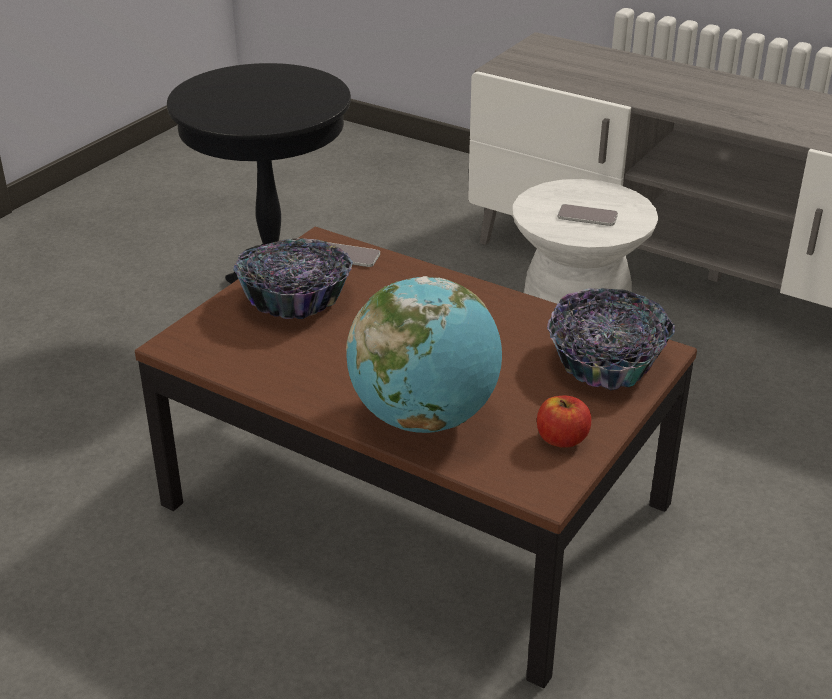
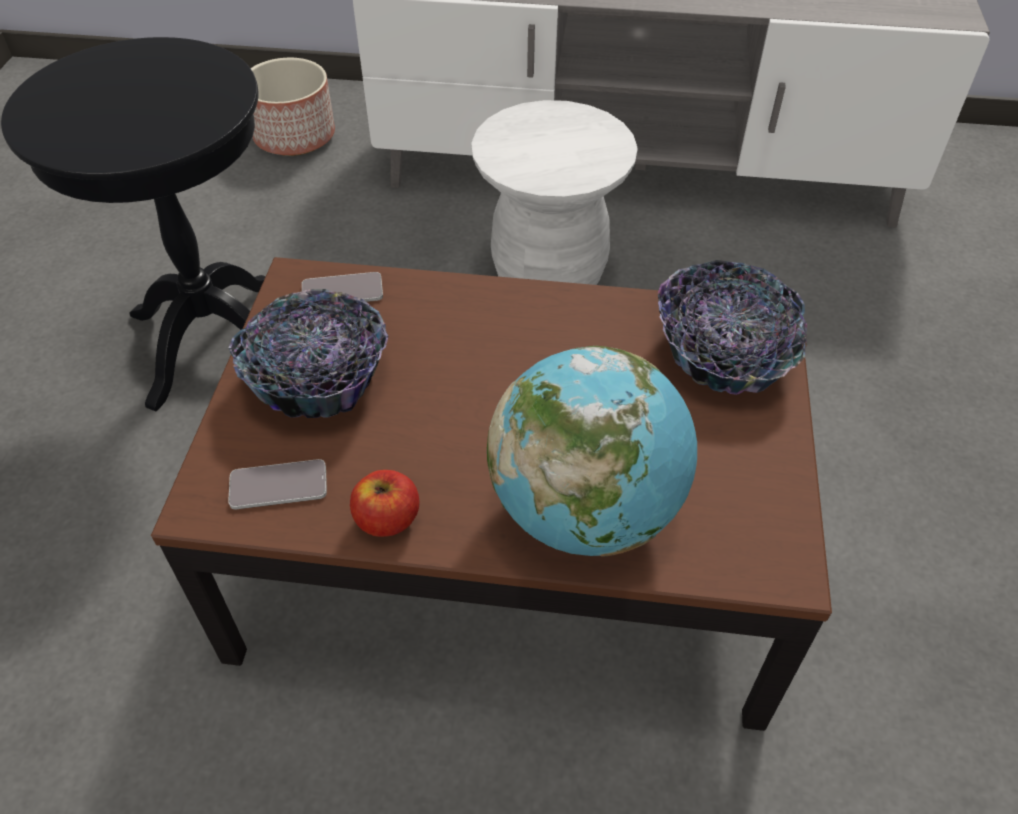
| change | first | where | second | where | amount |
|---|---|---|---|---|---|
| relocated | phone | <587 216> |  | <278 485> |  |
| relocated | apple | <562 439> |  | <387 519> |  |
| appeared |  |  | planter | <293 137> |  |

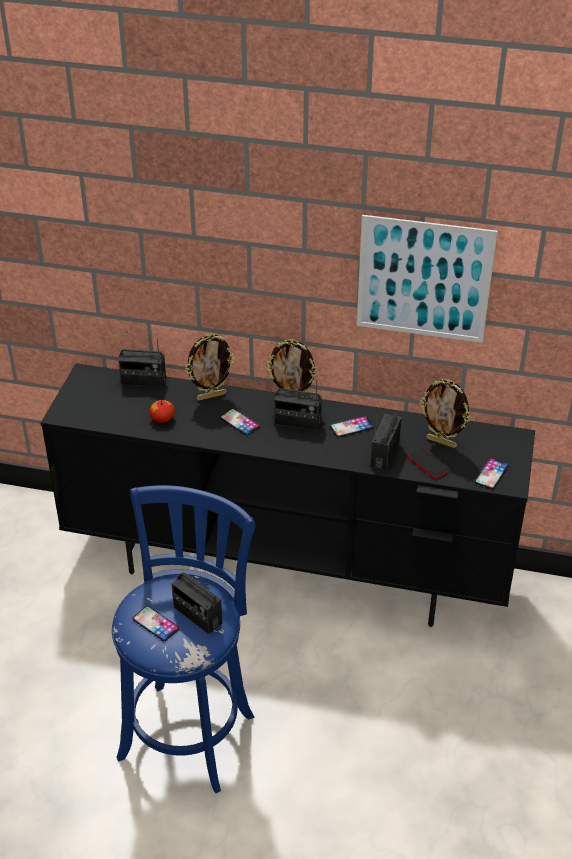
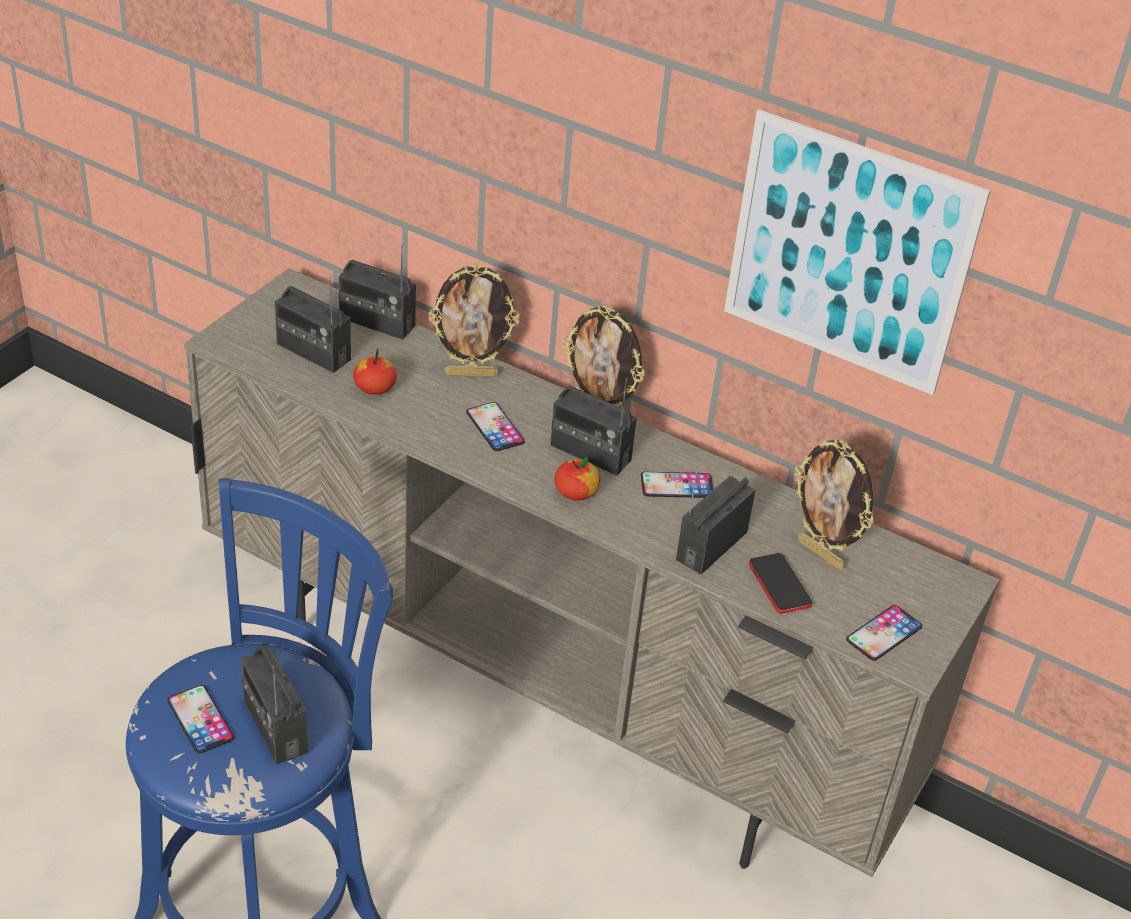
| change | first | where | second | where | amount |
|---|---|---|---|---|---|
| colour | tv stand in black | <289 570> | tv stand in beige | <549 700> |  |
| appeared |  |  | radio | <313 352> |  |
| appeared |  |  | apple | <576 492> |  |

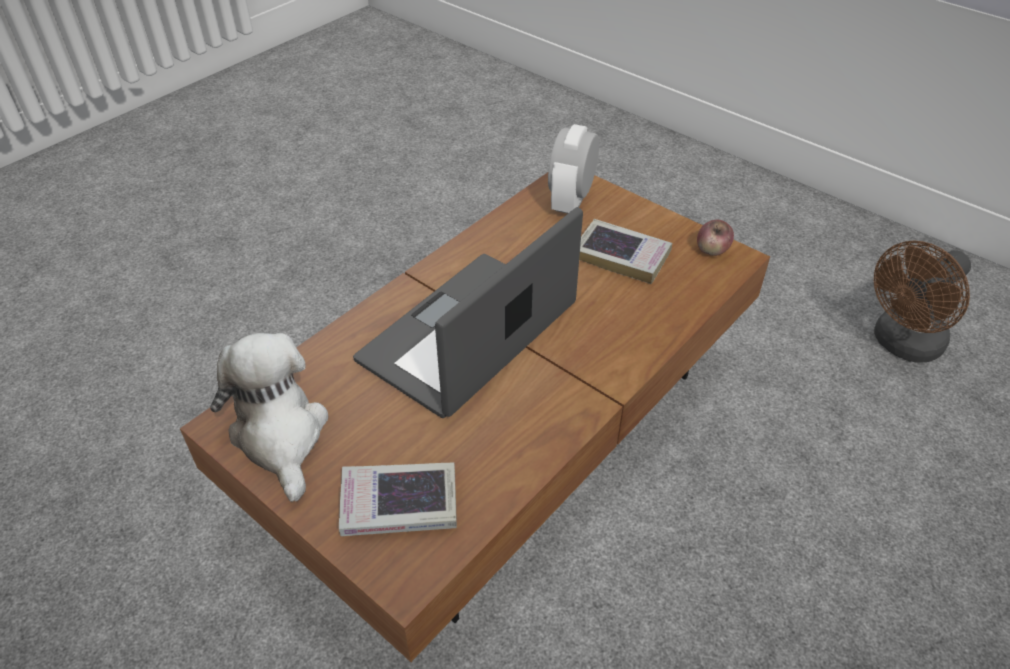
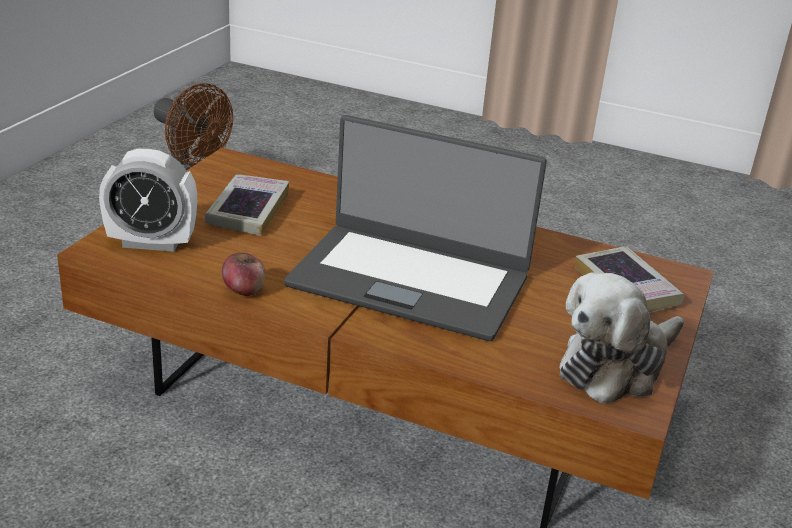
| change | first | where | second | where | amount |
|---|---|---|---|---|---|
| relocated | apple | <712 250> |  | <244 290> |  |

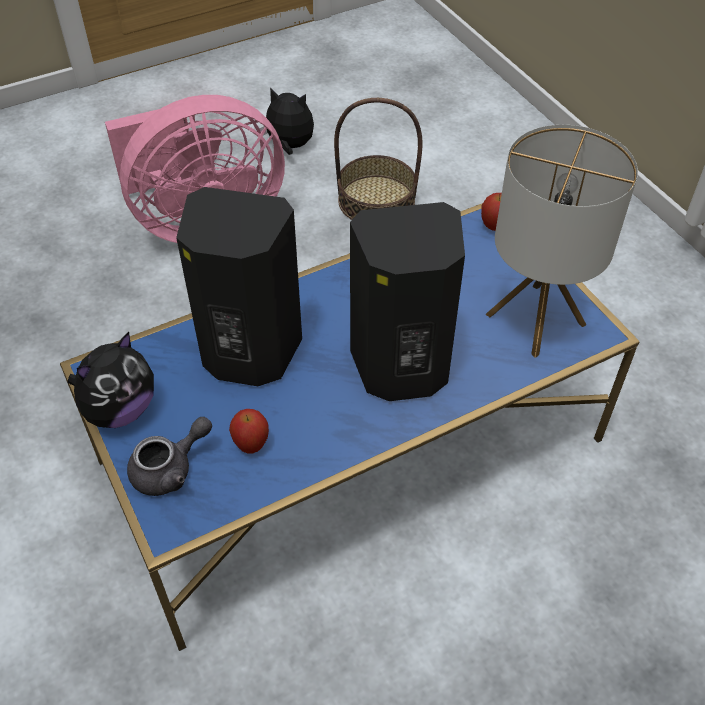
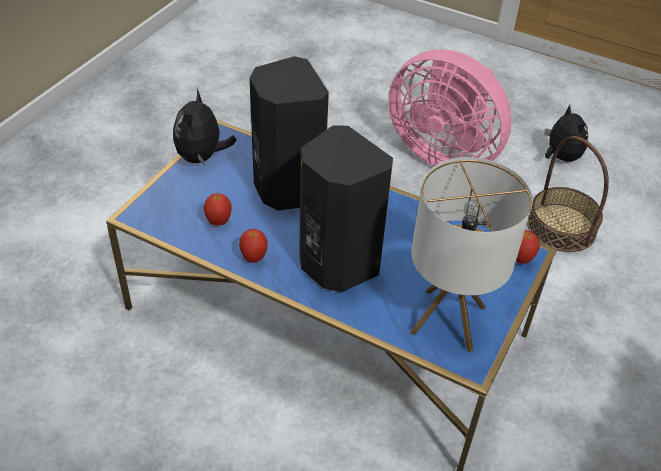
| change | first | where | second | where | amount |
|---|---|---|---|---|---|
| spun | plush toy | <120 410> |  | <202 157> | 90 degrees clockwise |
| missing | teapot in grey | <170 469> |  |  |  |
| appeared |  |  | apple | <254 258> |  |

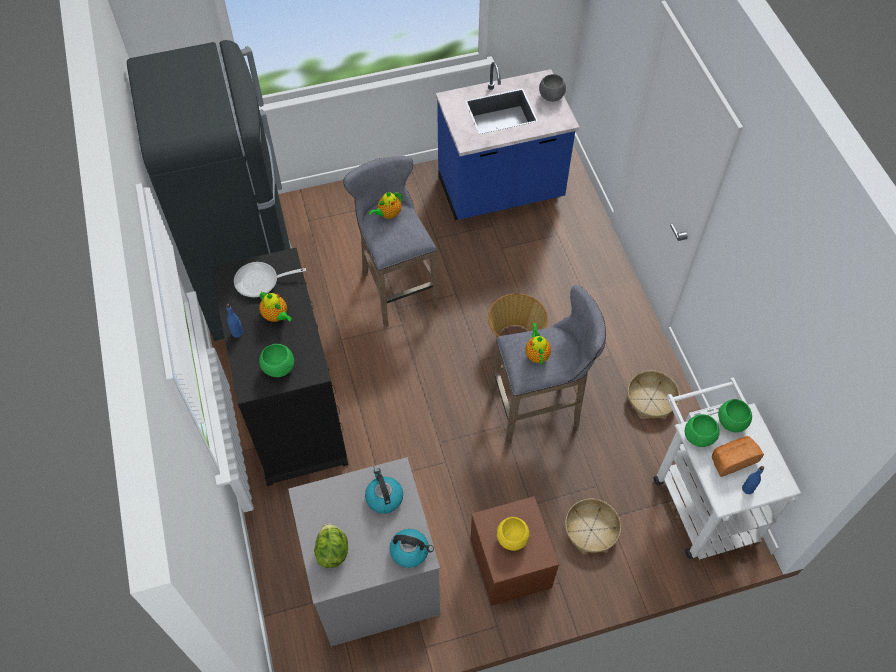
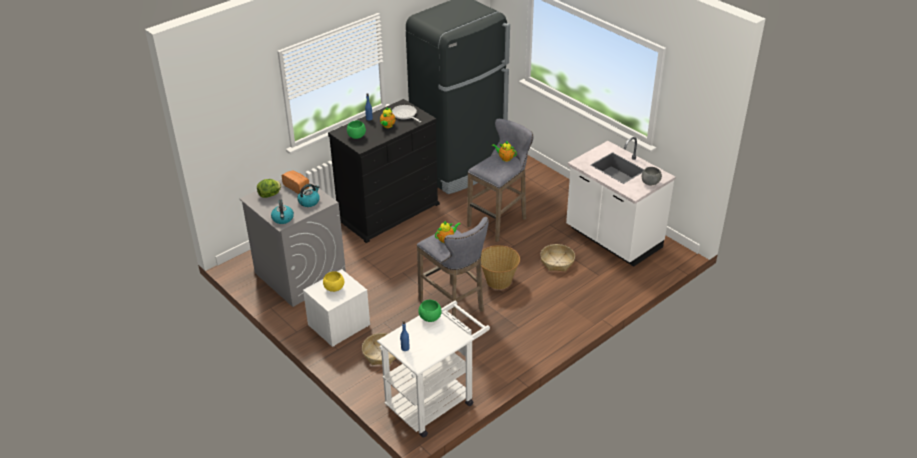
| change | first | where | second | where | amount |
|---|---|---|---|---|---|
| colour | counter in blue | <501 191> | counter in white | <612 239> |  |
| relocated | basket | <651 399> |  | <557 262> |  |
| missing | bowl in green | <731 422> |  |  |  |
| relocated | bread | <732 460> |  | <297 187> |  |
| colour | nightstand in brown | <510 564> | nightstand in white | <339 325> |  |

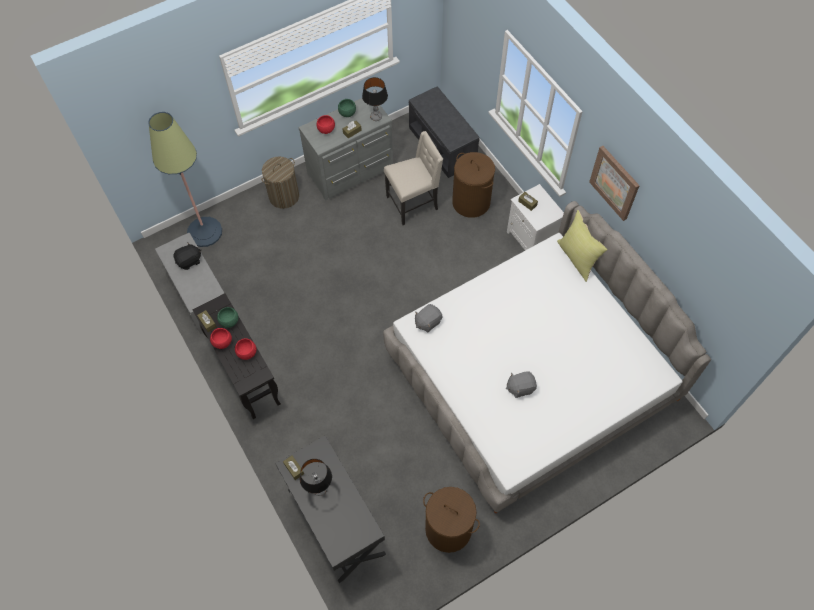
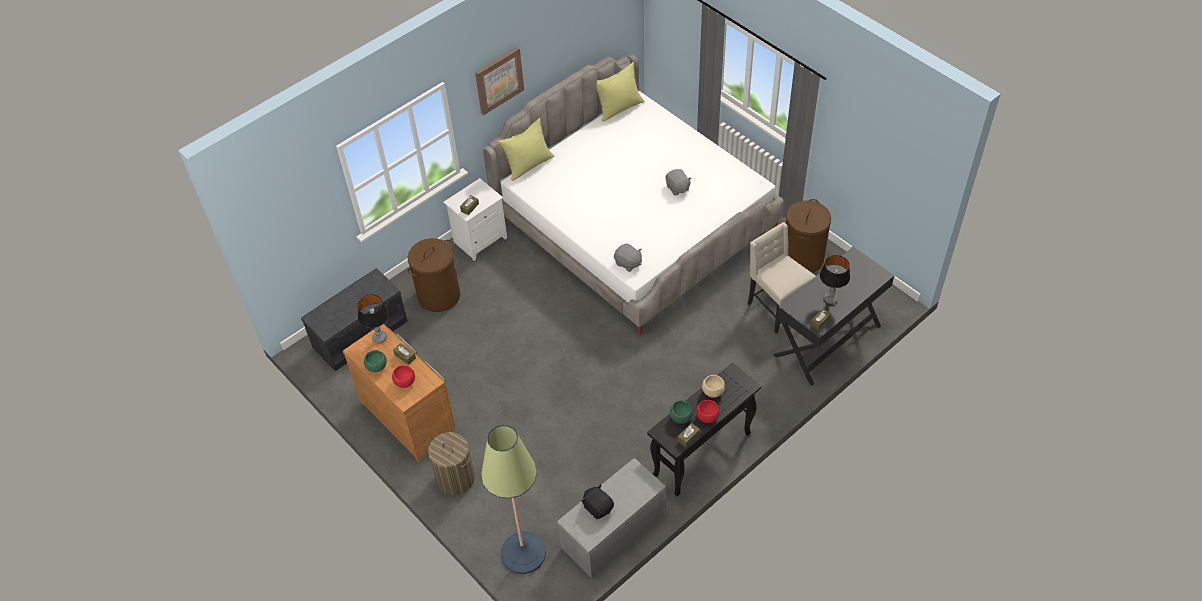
| change | first | where | second | where | amount |
|---|---|---|---|---|---|
| colour | dresser in grey | <352 172> | dresser in brown | <409 415> |  |
| relocated | chair in beige | <413 203> |  | <776 308> |  |
| colour | bowl in red | <247 353> | bowl in beige | <713 392> |  |
| appeared |  |  | pillow in yellow | <619 108> |  |

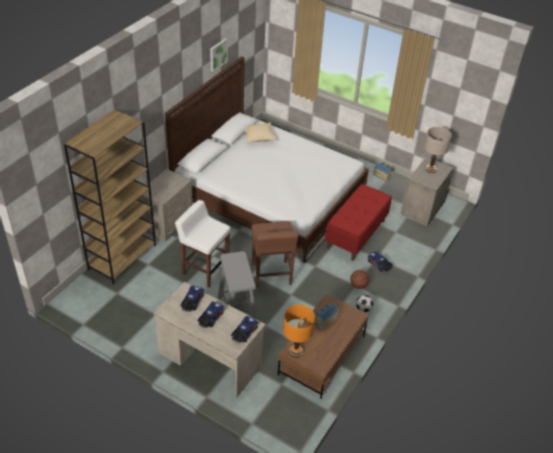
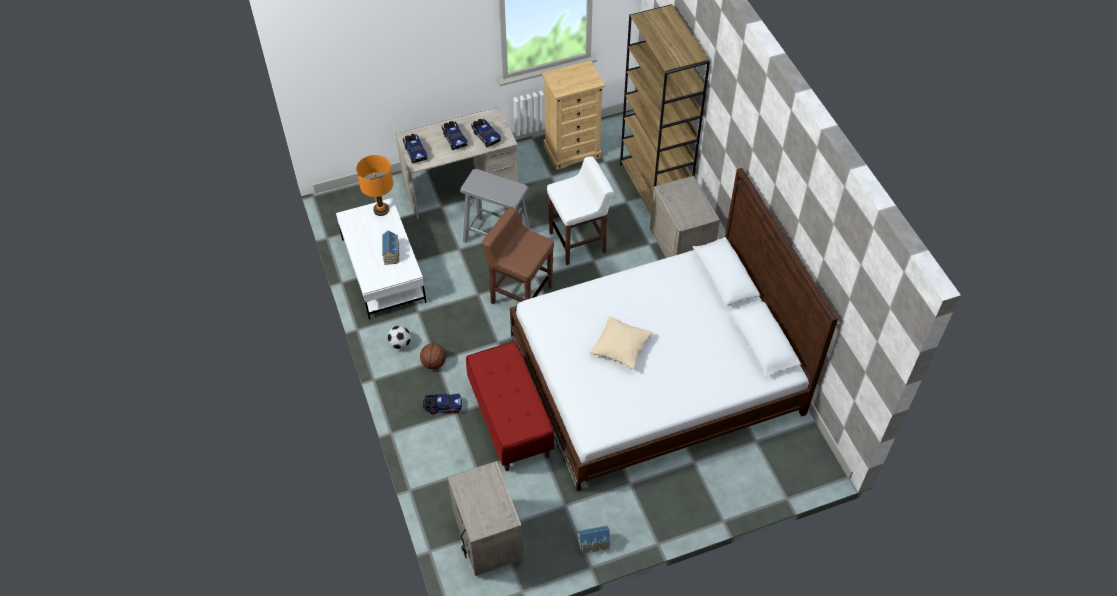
| change | first | where | second | where | amount |
|---|---|---|---|---|---|
| missing | picture | <217 54> |  |  |  |
| relocated | pillow in beige | <258 136> |  | <620 347> |  |
| missing | table lamp in beige | <430 169> |  |  |  |
| colour | coffee table in brown | <322 355> | coffee table in white | <383 270> |  |
| appeared |  |  | dresser in beige | <572 151> |  |

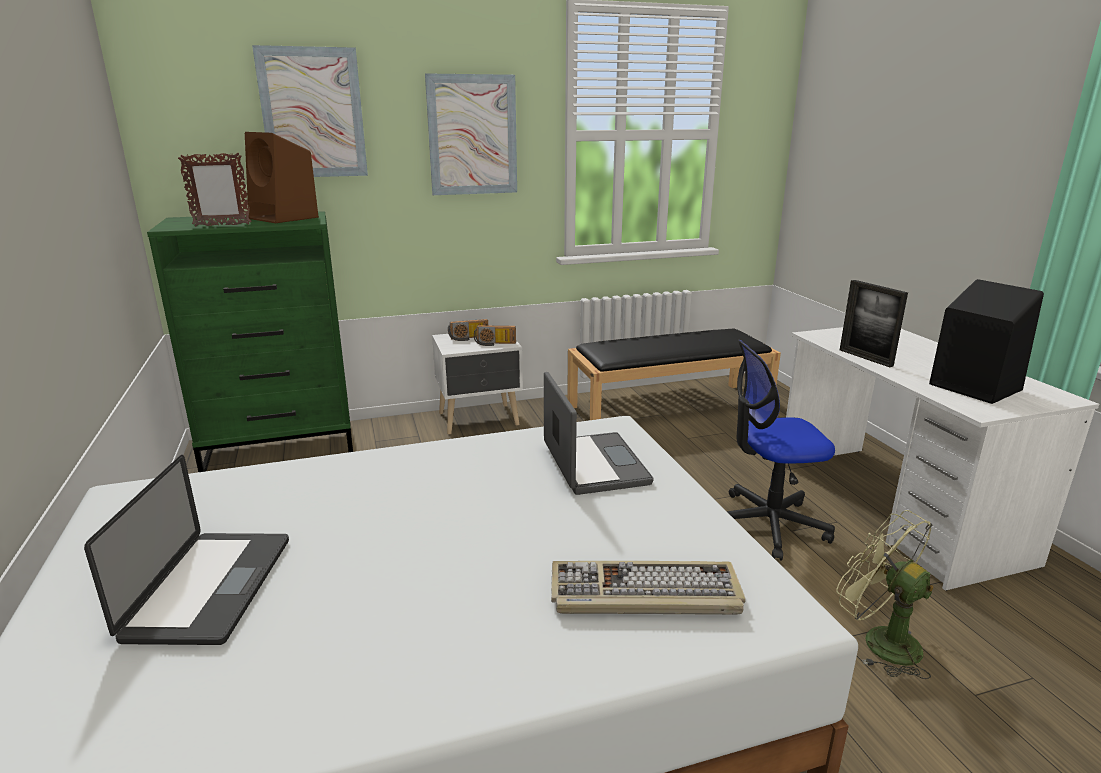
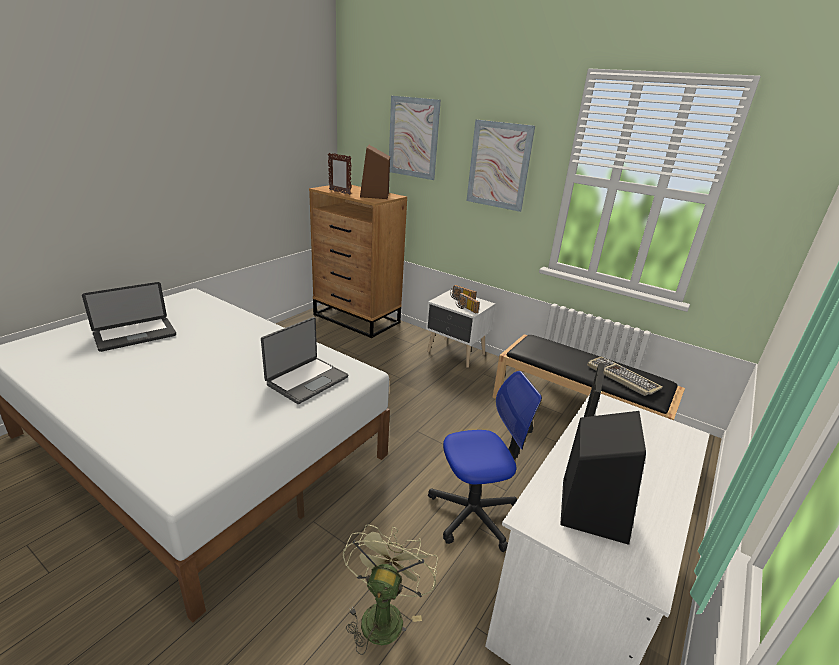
| change | first | where | second | where | amount |
|---|---|---|---|---|---|
| colour | dresser in green | <282 449> | dresser in brown | <357 319> |  |
| spun | office chair | <768 524> |  | <474 513> | 120 degrees clockwise |
| relocated | keyboard | <643 593> |  | <621 377> |  |

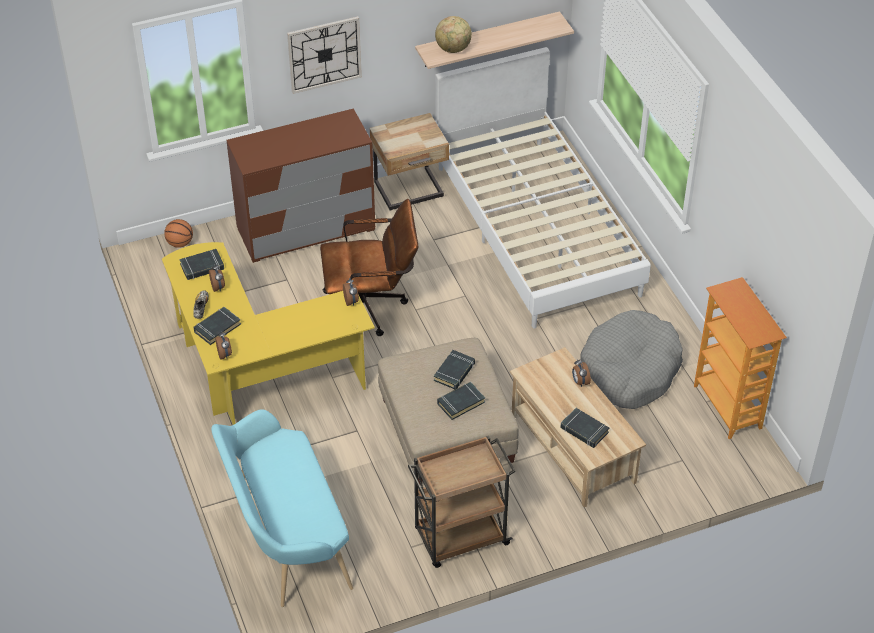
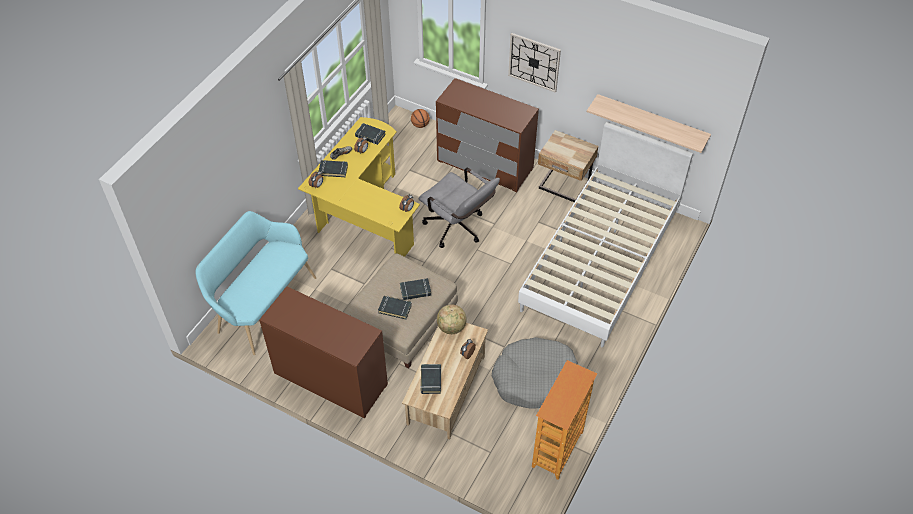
| change | first | where | second | where | amount |
|---|---|---|---|---|---|
| relocated | globe | <453 49> |  | <451 328> |  |
| colour | office chair in brown | <371 307> | office chair in grey | <458 229> |  |
| exchanged | cart in brown | <460 538> | dresser in brown | <331 379> |  |

